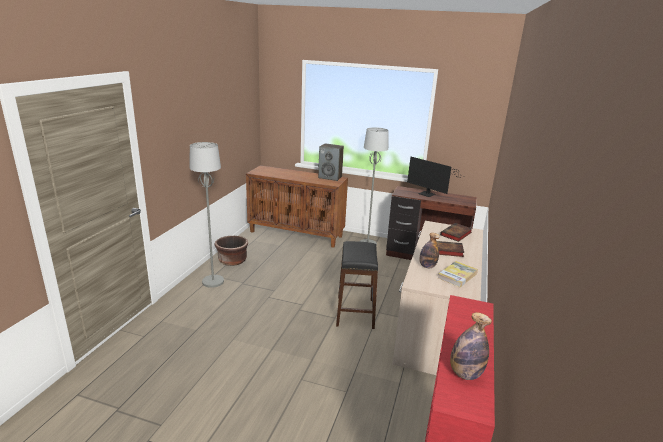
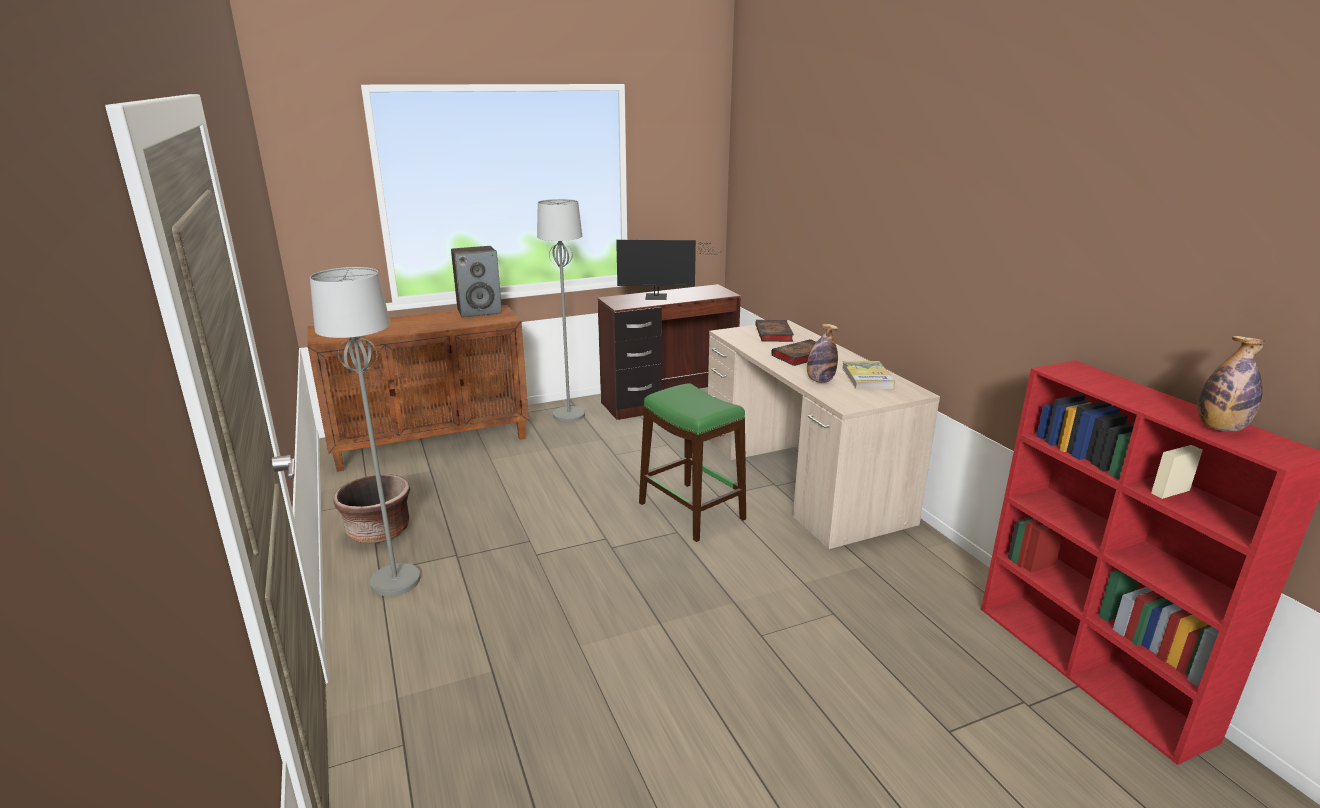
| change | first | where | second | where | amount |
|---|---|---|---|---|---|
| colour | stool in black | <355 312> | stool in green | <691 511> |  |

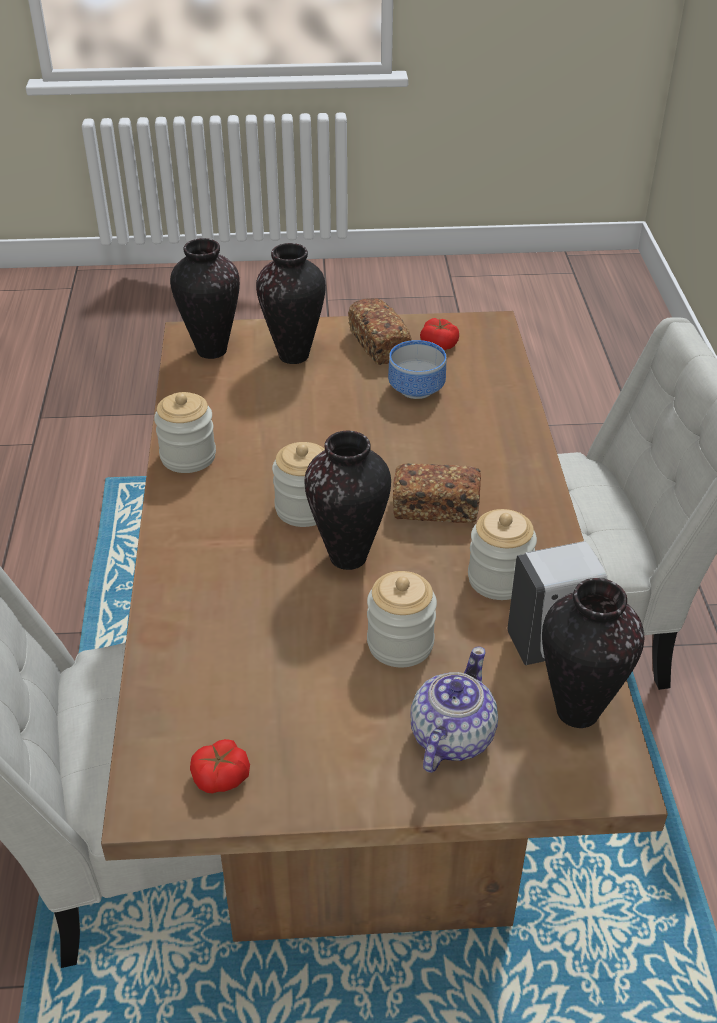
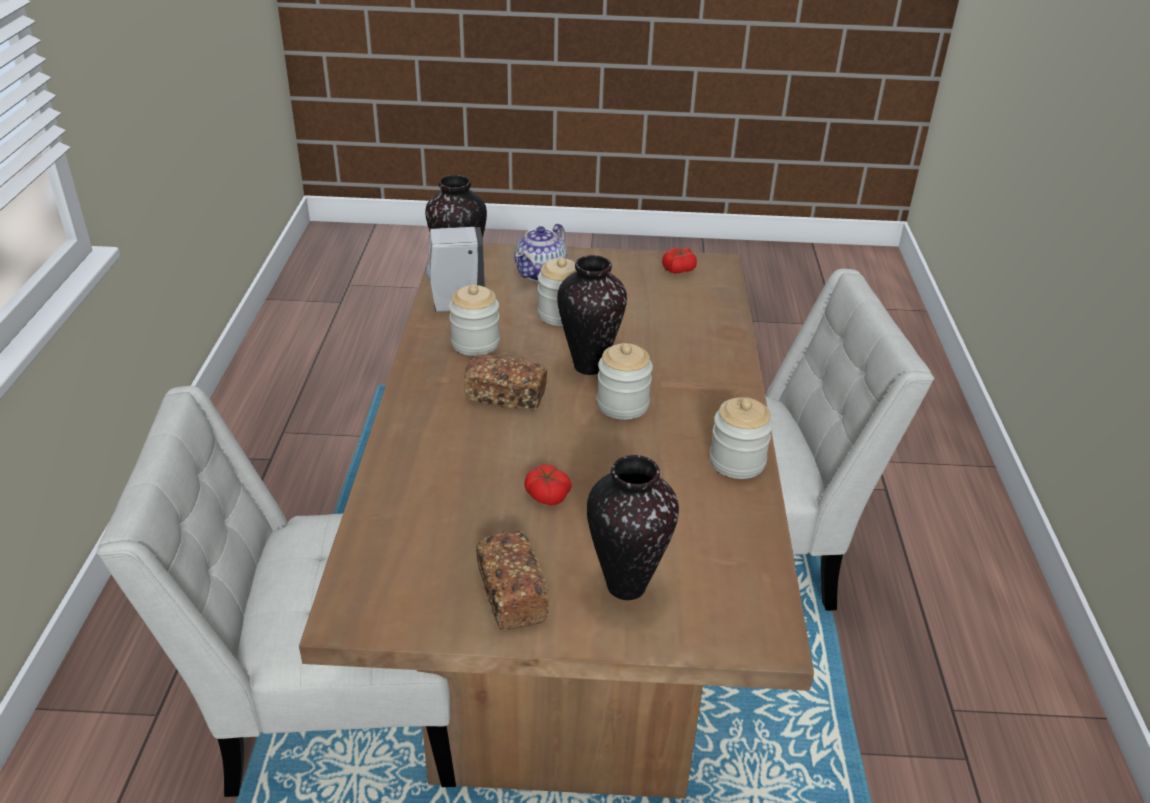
| change | first | where | second | where | amount |
|---|---|---|---|---|---|
| missing | vase | <210 350> |  |  |  |
| relocated | tomato | <439 343> |  | <547 495> |  |
| missing | bowl | <418 390> |  |  |  |

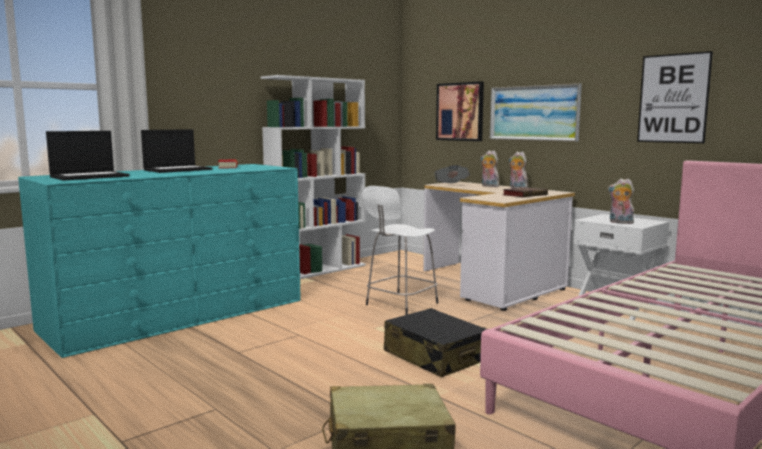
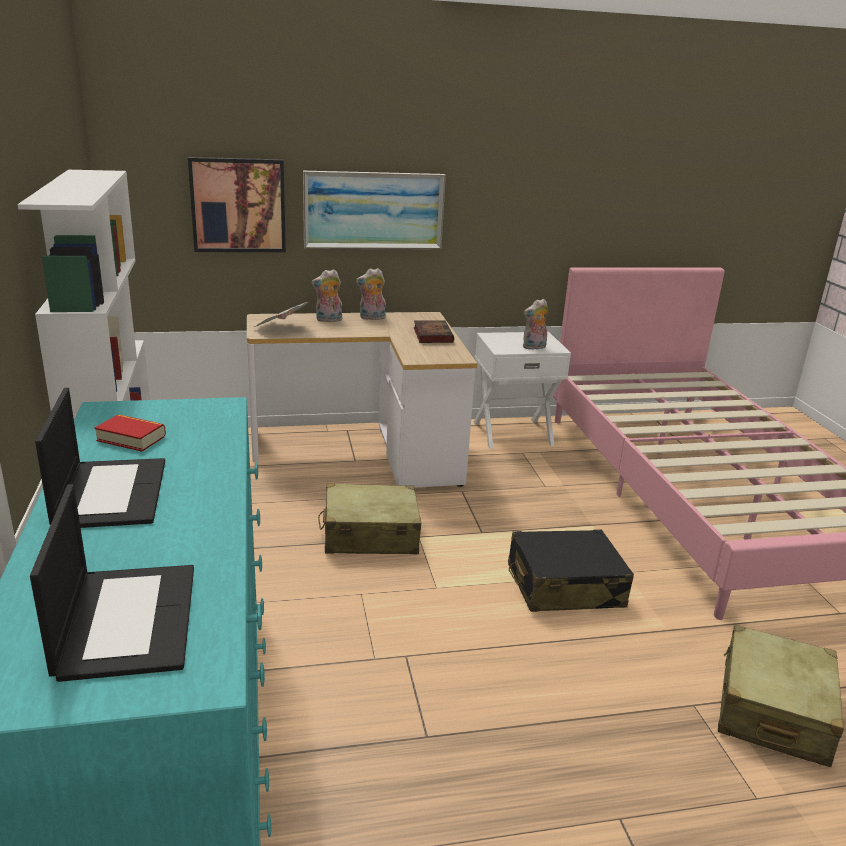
| change | first | where | second | where | amount |
|---|---|---|---|---|---|
| missing | picture | <673 98> |  |  |  |
| exchanged | stool in white | <400 304> | suitcase in beige | <370 535> |  |

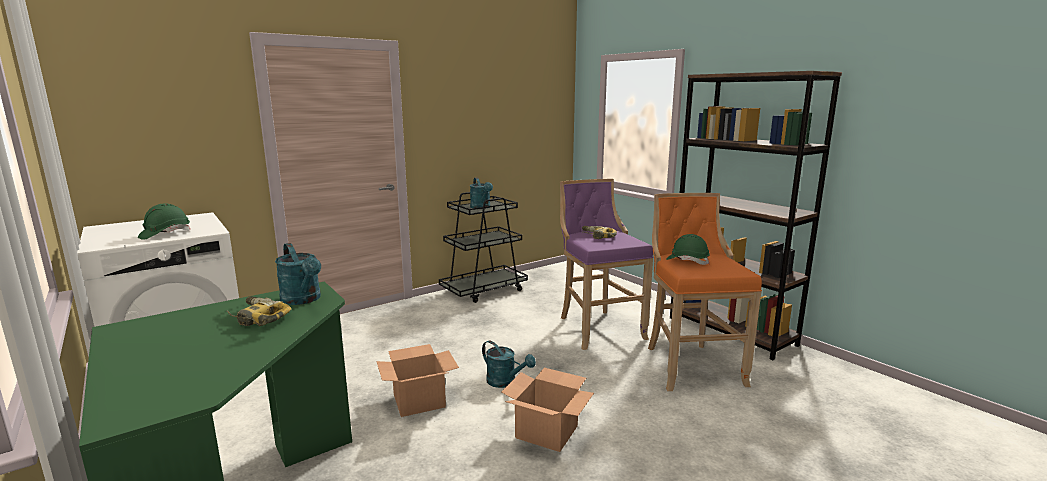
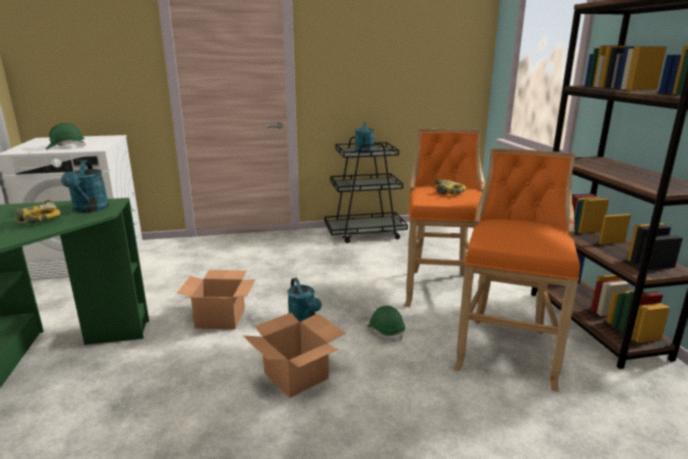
| change | first | where | second | where | amount |
|---|---|---|---|---|---|
| colour | stool in purple | <597 327> | stool in orange | <441 288> |  |
| relocated | hard hat in green | <687 261> |  | <385 332> |  |

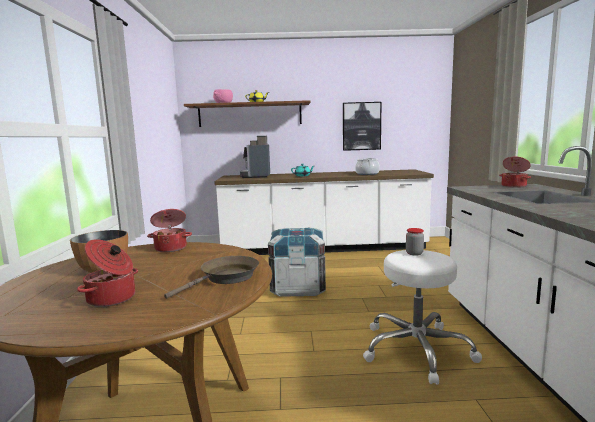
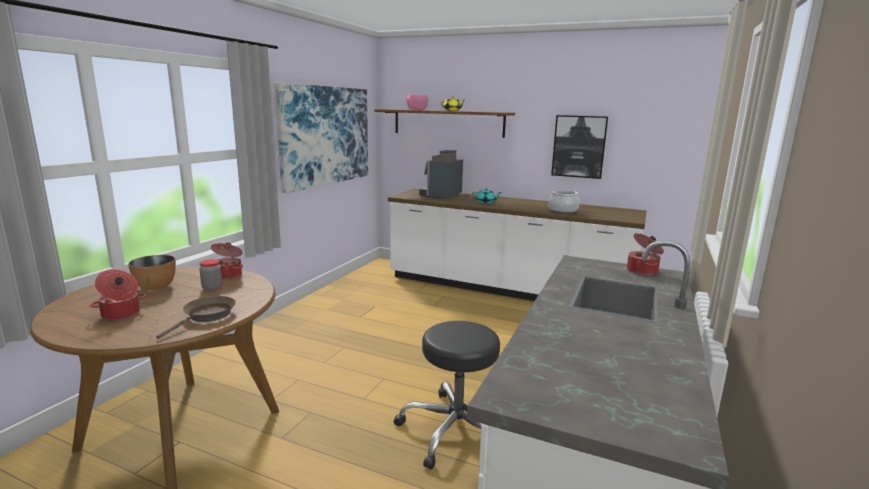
| change | first | where | second | where | amount |
|---|---|---|---|---|---|
| missing | crate | <298 287> |  |  |  |
| relocated | jar | <414 253> |  | <212 288> |  |
| colour | stool in white | <417 350> | stool in black | <456 430> |  |
| spun | frying pan in brown | <226 278> |  | <207 316> | 45 degrees counterclockwise |
| appeared |  |  | picture | <326 136> |  |

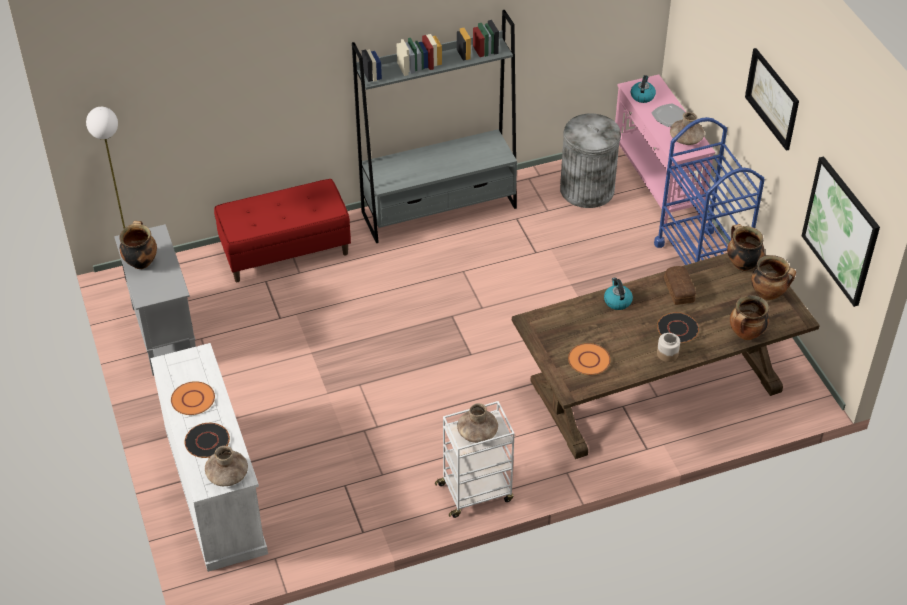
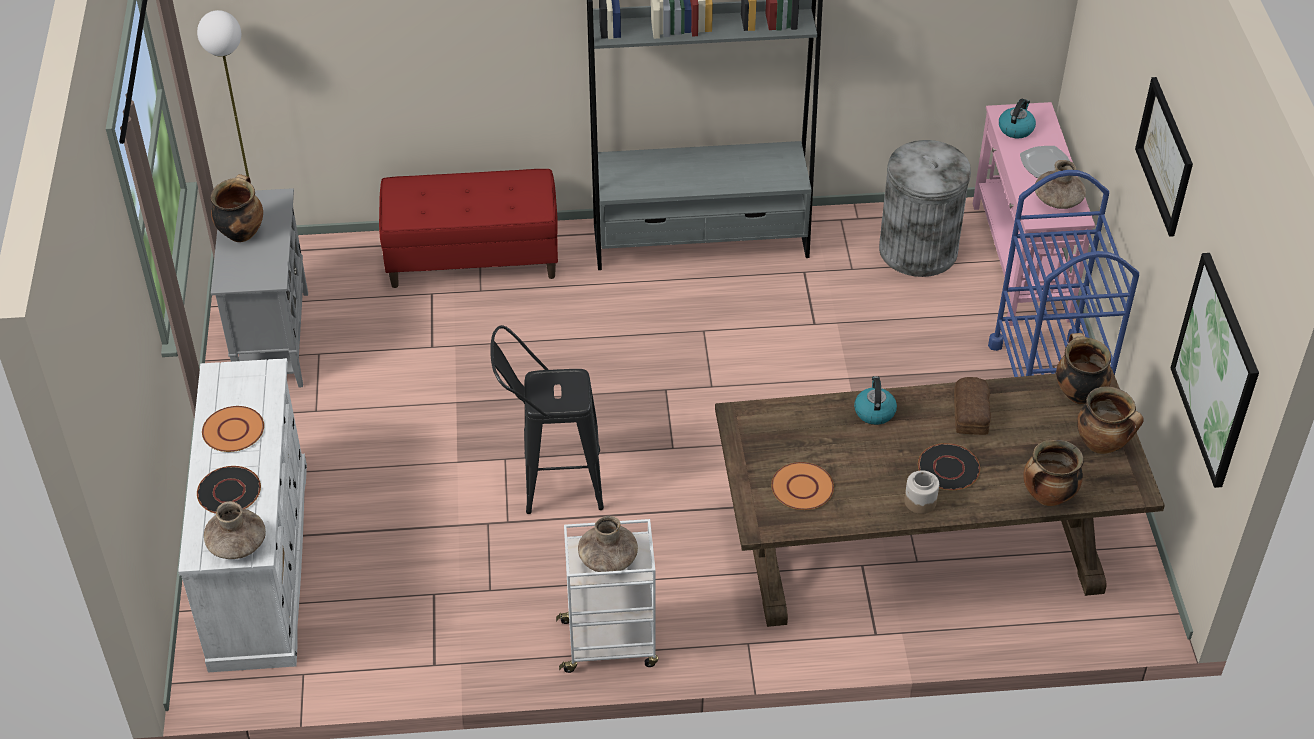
| change | first | where | second | where | amount |
|---|---|---|---|---|---|
| appeared |  |  | stool in black | <551 481> |  |

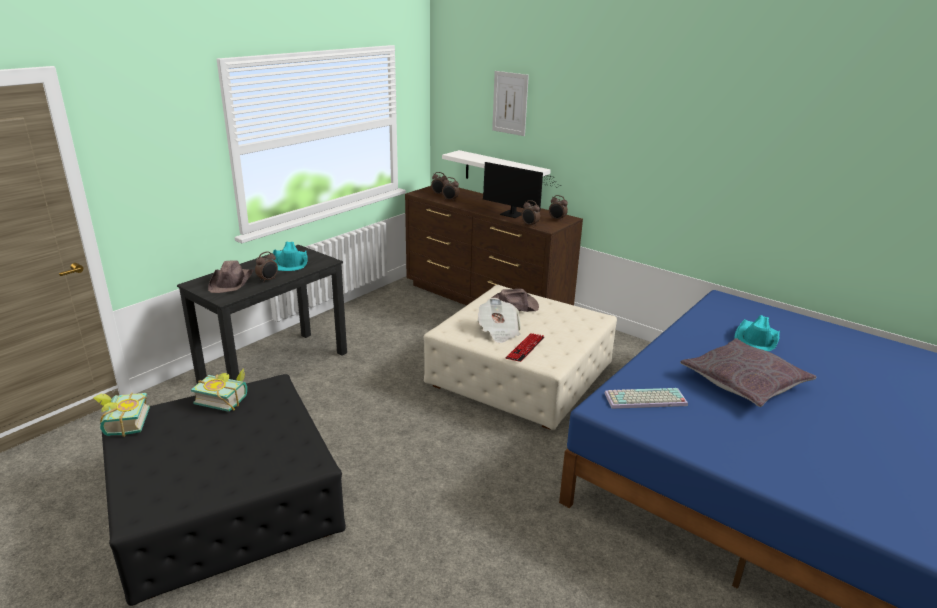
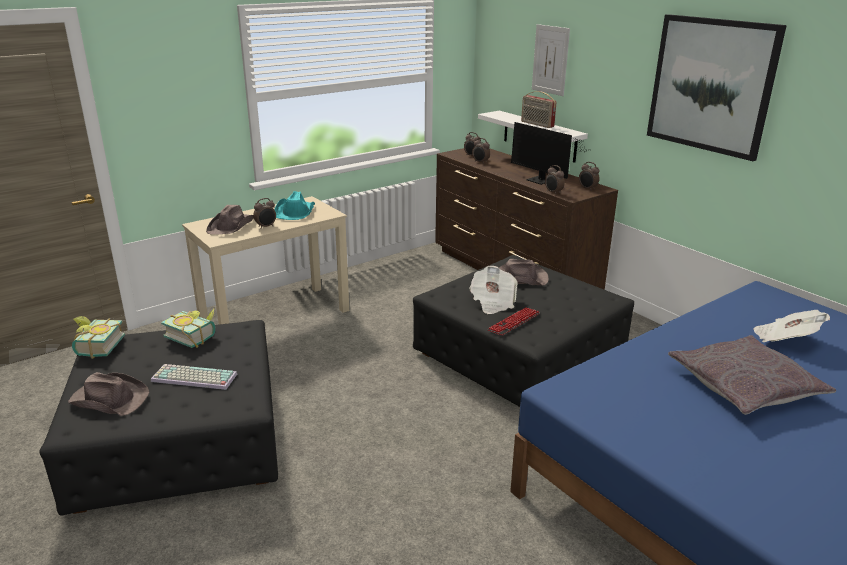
| change | first | where | second | where | amount |
|---|---|---|---|---|---|
| colour | desk in black | <275 367> | desk in beige | <276 316> |  |
| colour | ottoman in beige | <520 377> | ottoman in black | <519 355> |  |
| exchanged | hat in turquoise | <756 338> | newspaper | <785 340> |  |
| relocated | keyboard | <645 400> |  | <192 378> |  |
| appeared |  |  | picture | <711 85> |  |
| appeared |  |  | radio | <536 124> |  |
| appeared |  |  | hat in brown | <109 399> |  |

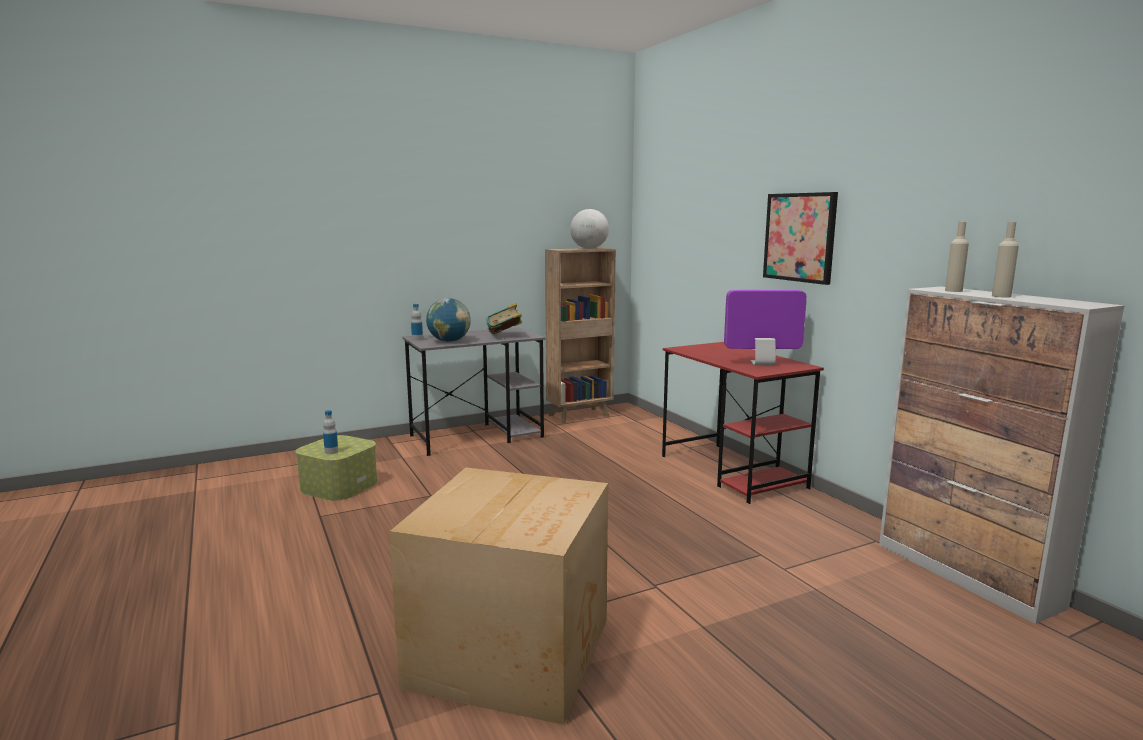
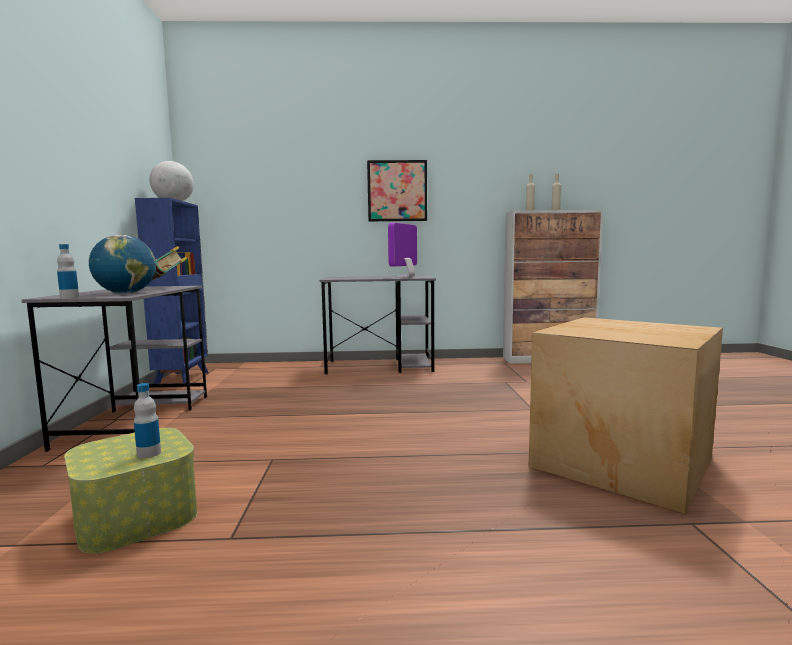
| change | first | where | second | where | amount |
|---|---|---|---|---|---|
| colour | bookcase in brown | <580 415> | bookcase in blue | <183 379> |  |
| colour | desk in red | <732 472> | desk in grey | <380 366> |  |

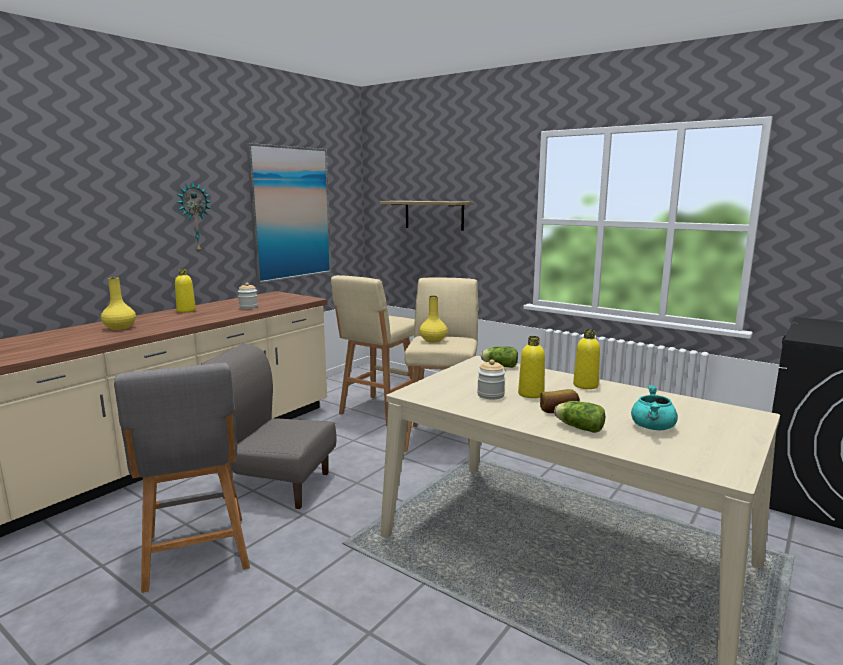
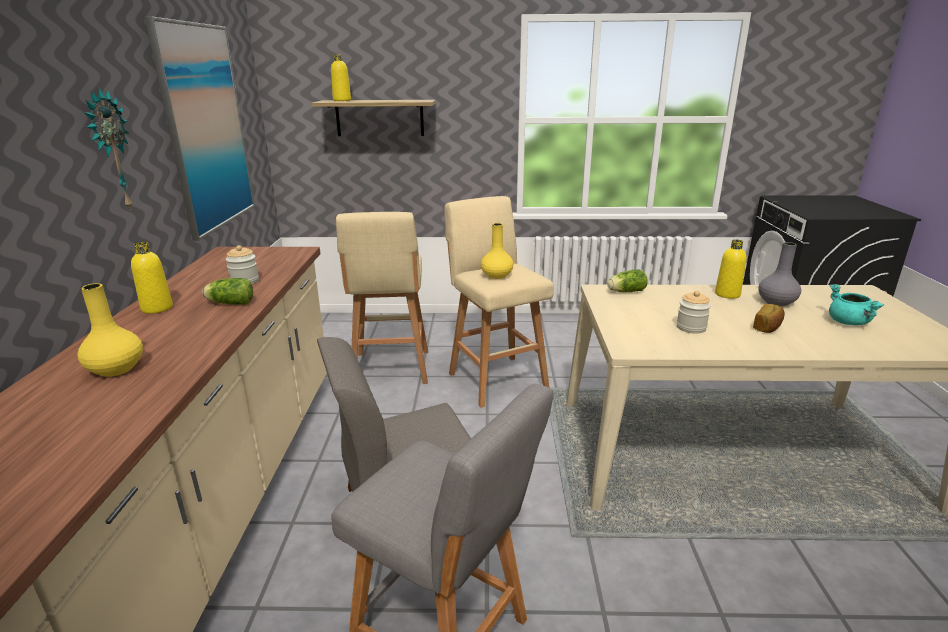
| change | first | where | second | where | amount |
|---|---|---|---|---|---|
| relocated | bottle in yellow | <531 394> |  | <342 100> |  |
| relocated | lettuce | <578 427> |  | <229 303> |  |
| appeared |  |  | vase in grey | <776 302> |  |

